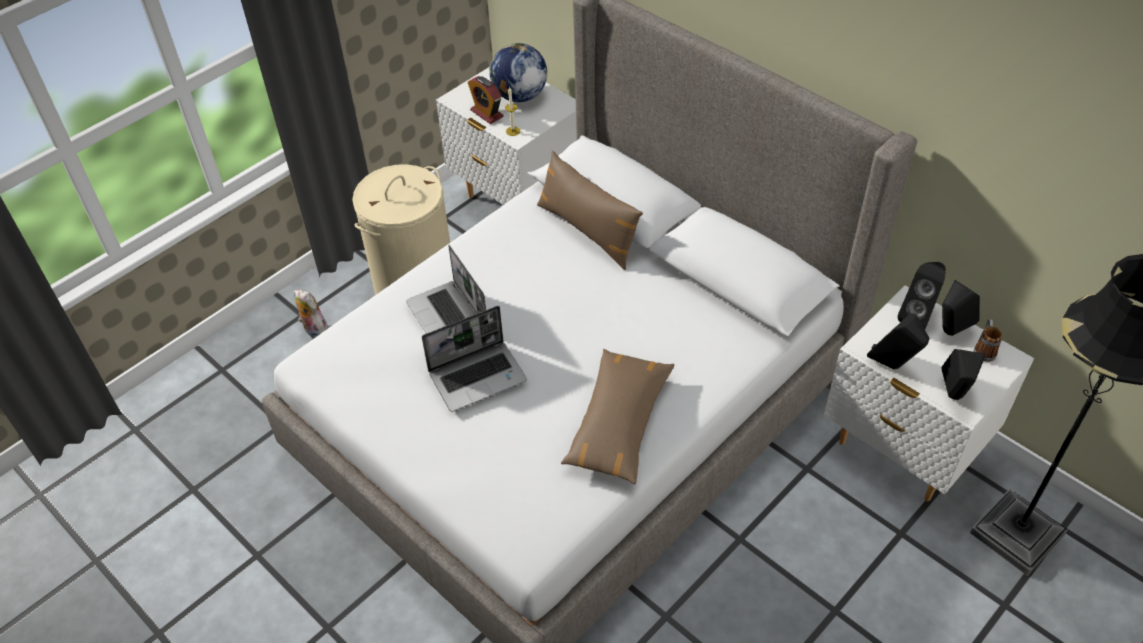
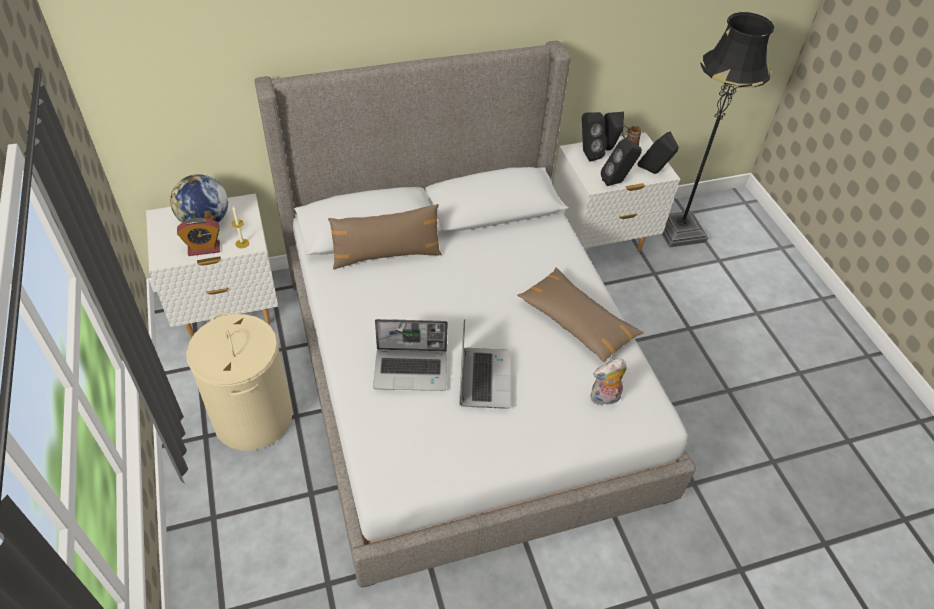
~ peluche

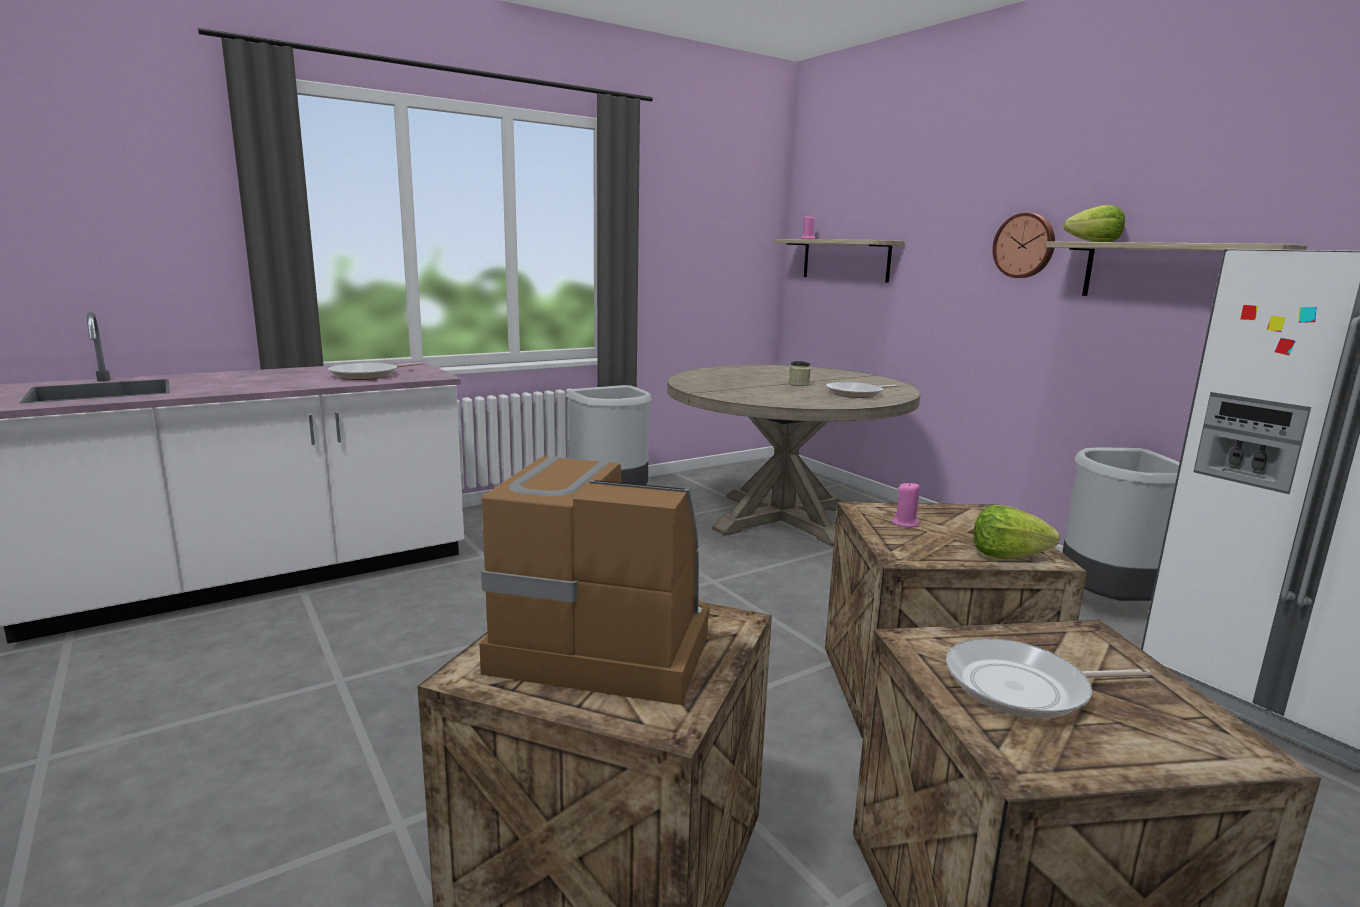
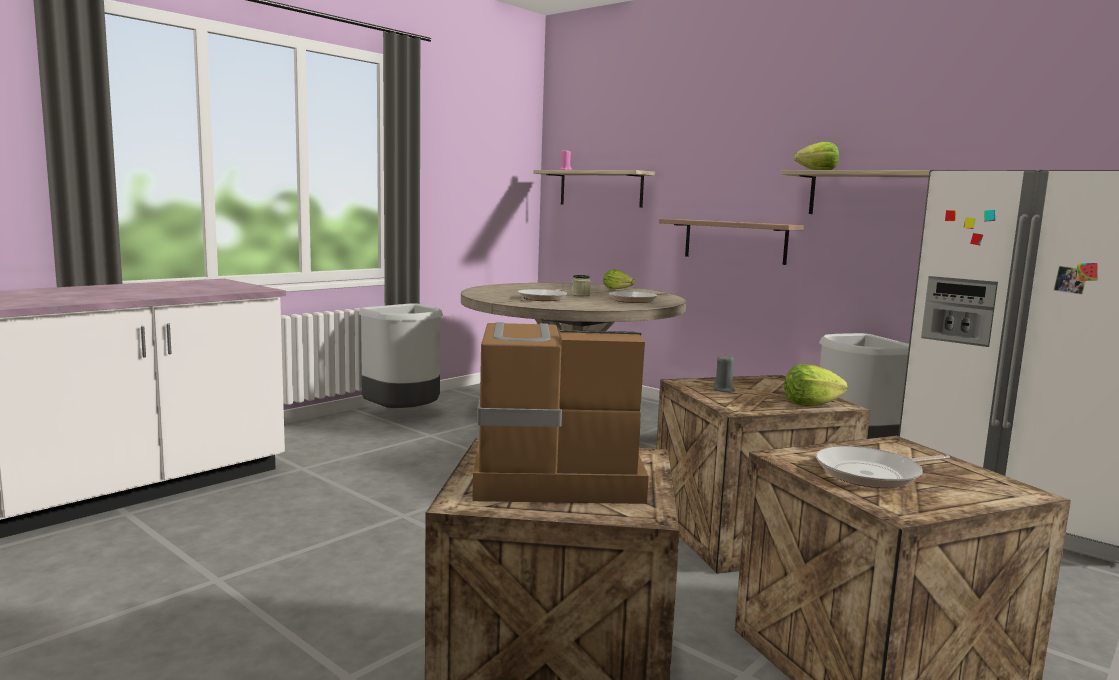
- horloge murale
+ laitue (1st from left)
+ étagère (2nd from left)
~ poêle (1st from left)
~ bougie (rose) (2nd from left) to bougie (gris)

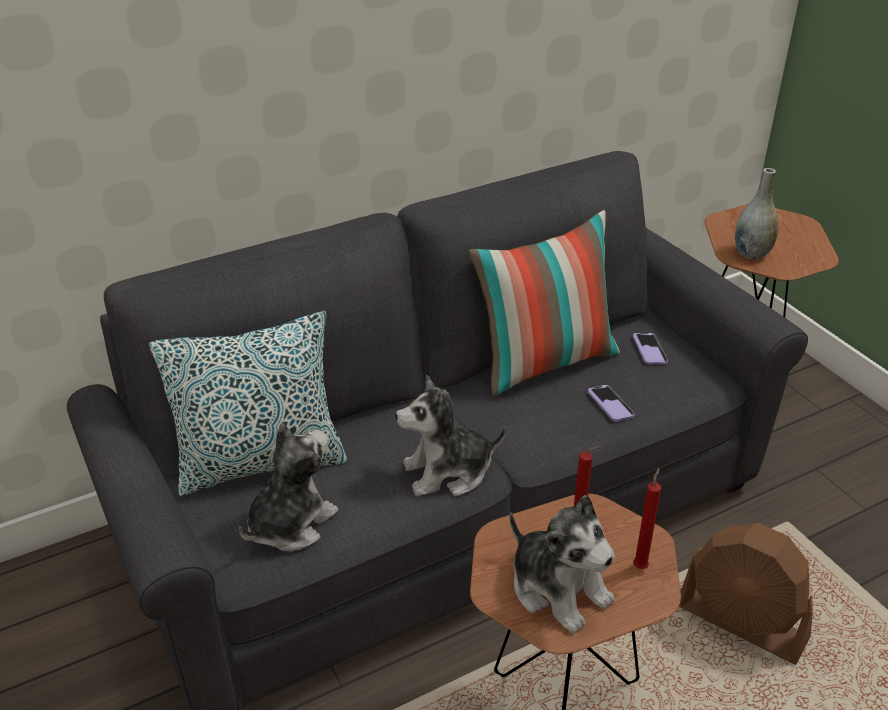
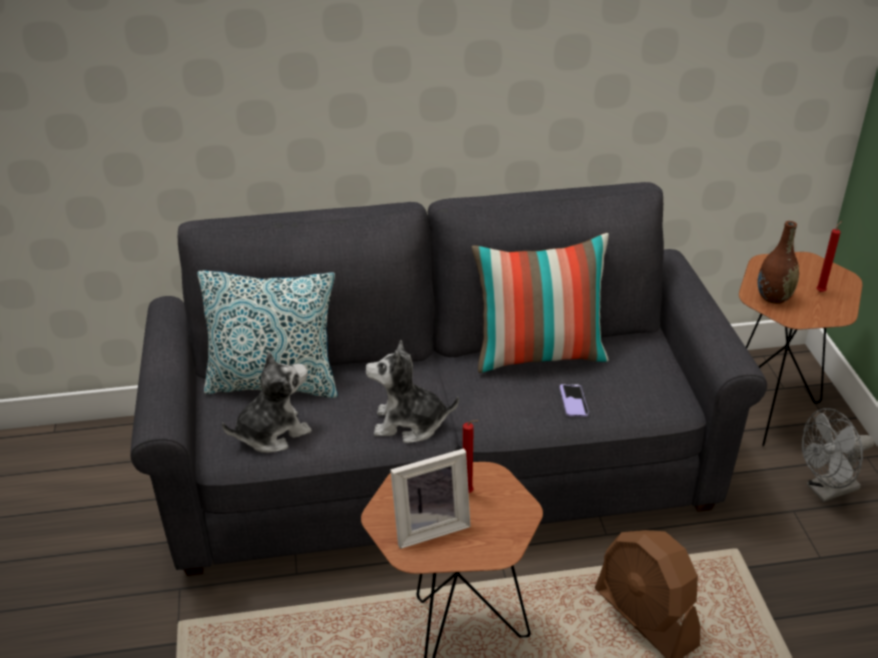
- téléphone (2nd from left)
+ ventilateur (gris)
~ bougie (rouge) (2nd from left)
~ peluche (3rd from left) to cadre photo
~ vase (gris) to vase (marron)

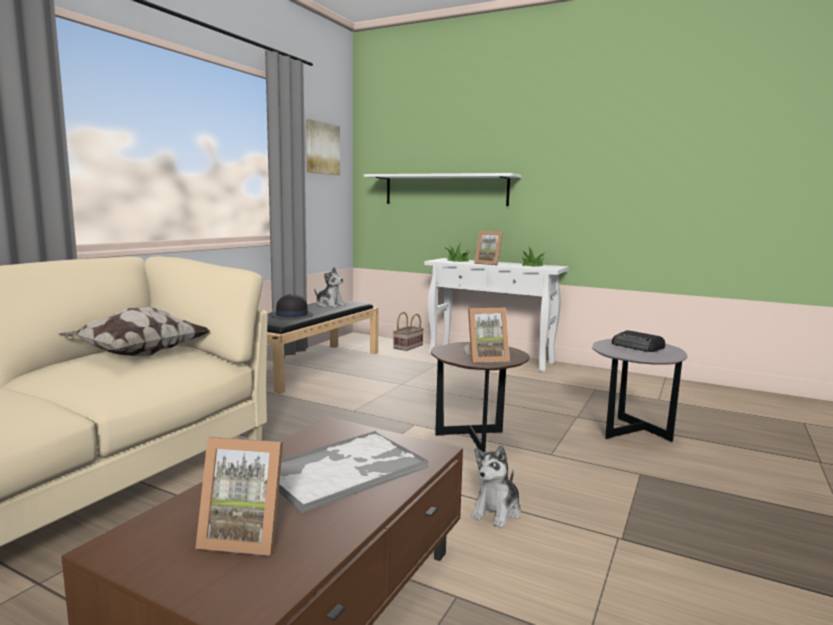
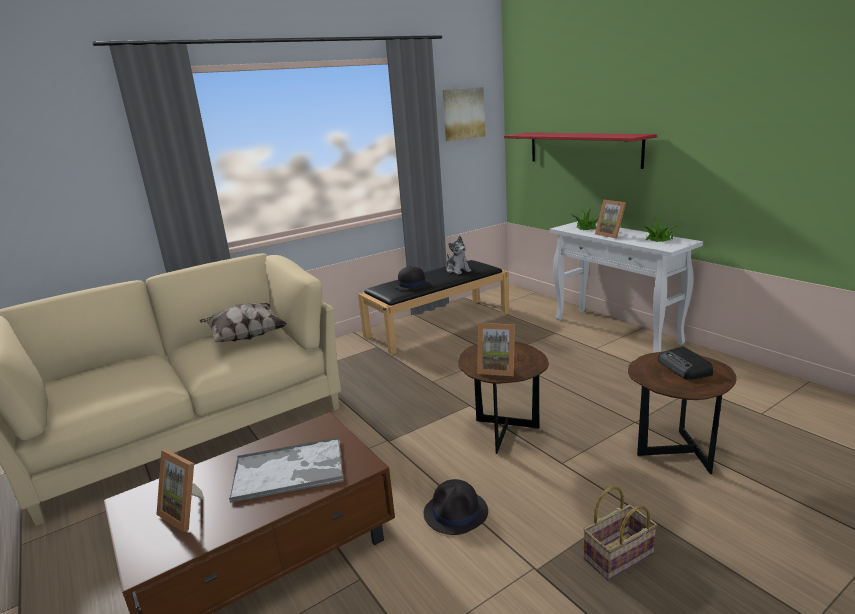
~ panier
~ peluche (2nd from left) to chapeau (noir) (2nd from left)
~ étagère (blanc) to étagère (rouge)
~ table d'appoint (gris) to table d'appoint (marron) (2nd from left)

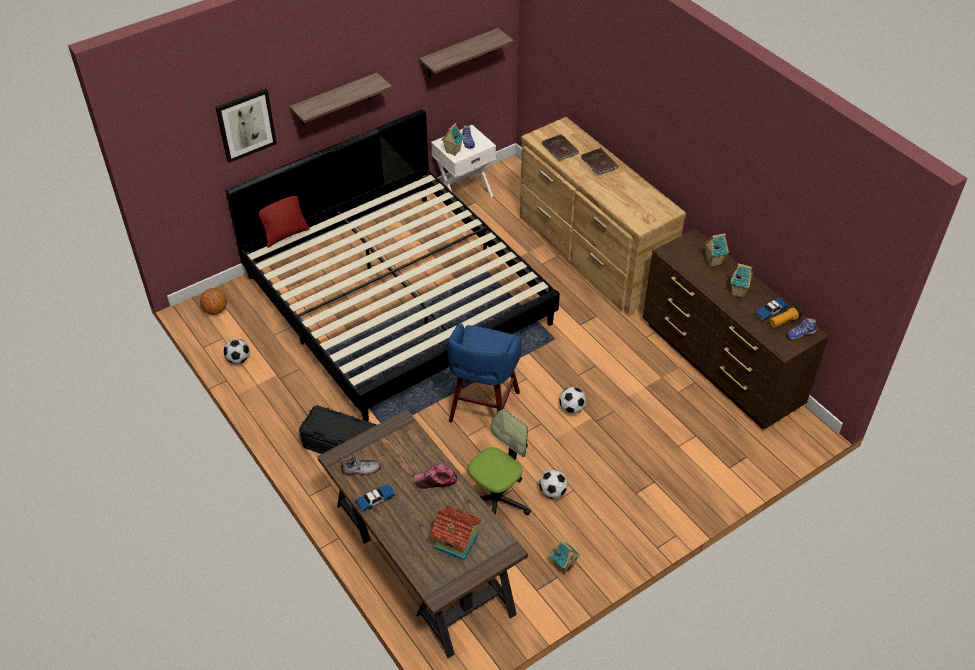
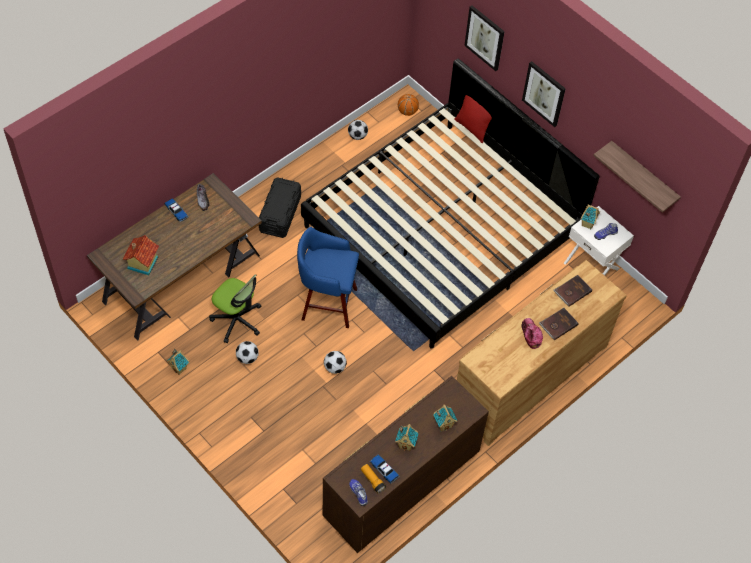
~ casquette
~ étagère (1st from left) to tableau (2nd from left)

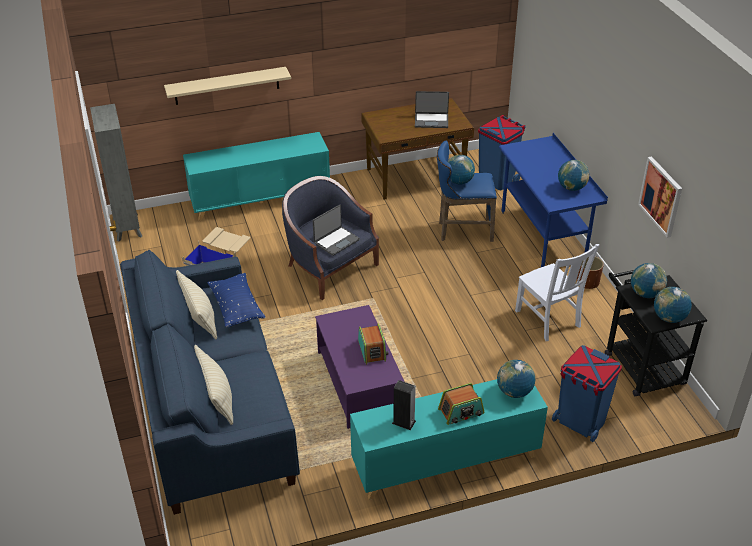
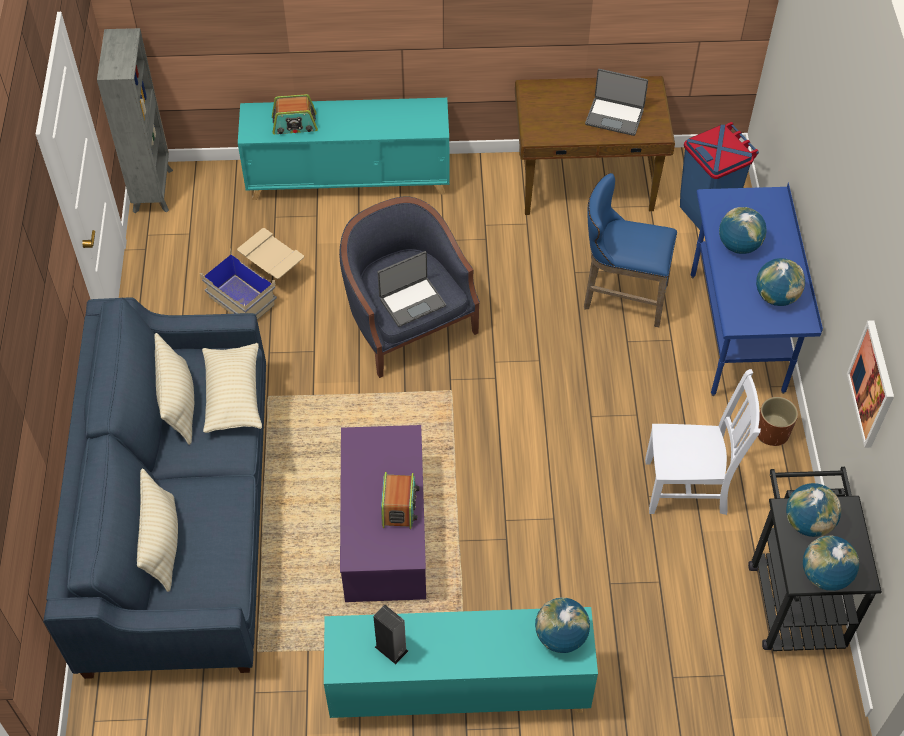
- étagère (beige)
- poubelle (bleu) (2nd from left)
~ radio (2nd from left in the first image) to radio (1st from left)
~ globe (1st from left in the first image) to globe (2nd from left)
~ coussin (bleu) to coussin (beige) (3rd from left)
~ chaise (blanc) 75 degrees counterclockwise

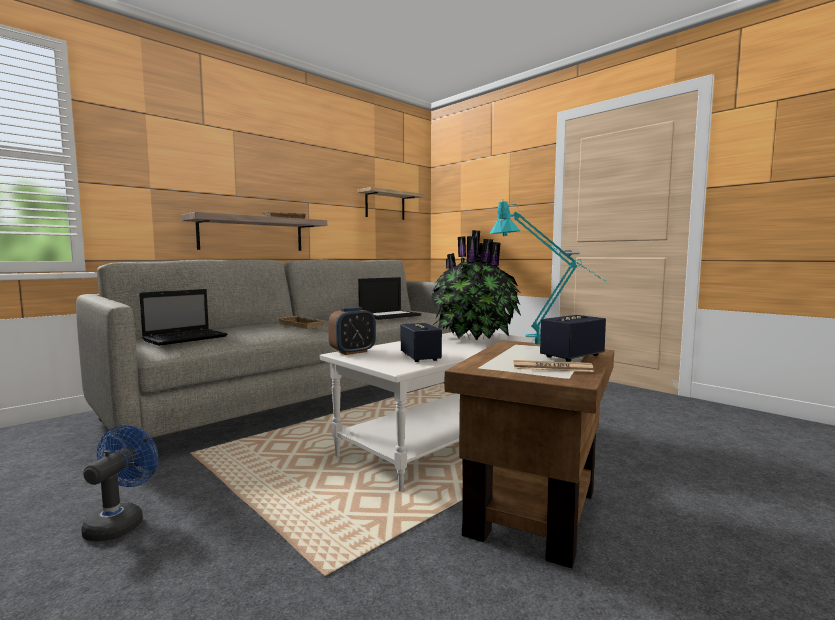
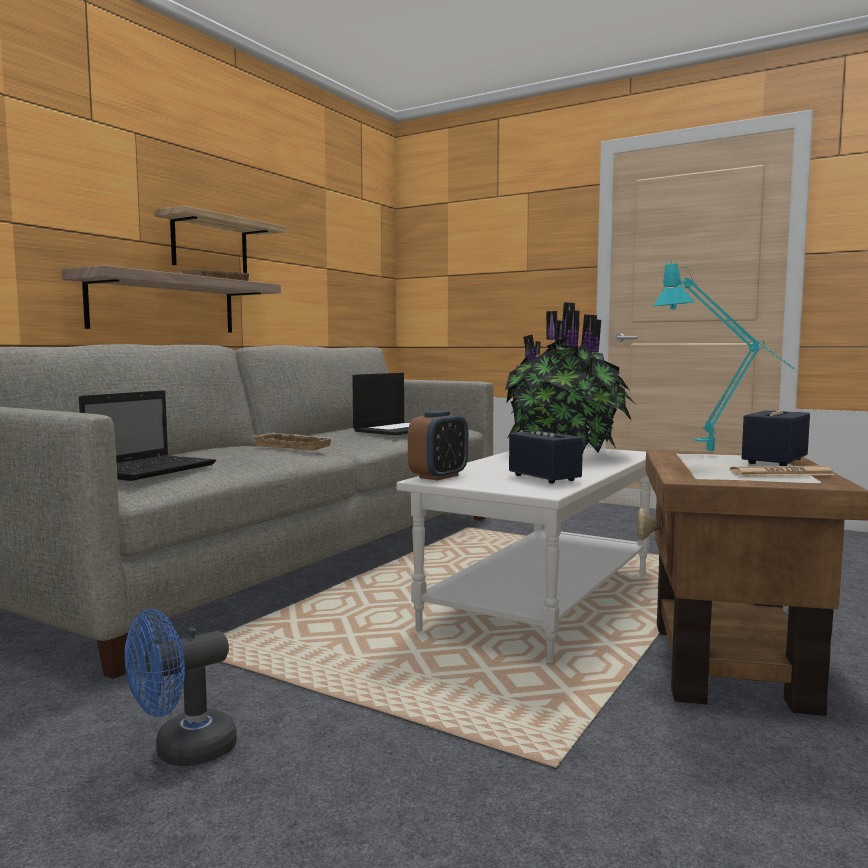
~ étagère (2nd from left)
~ ventilateur (bleu) 120 degrees counterclockwise

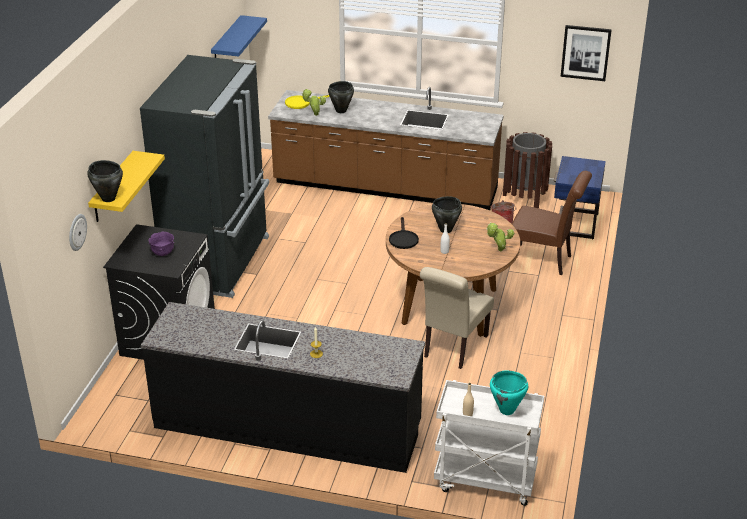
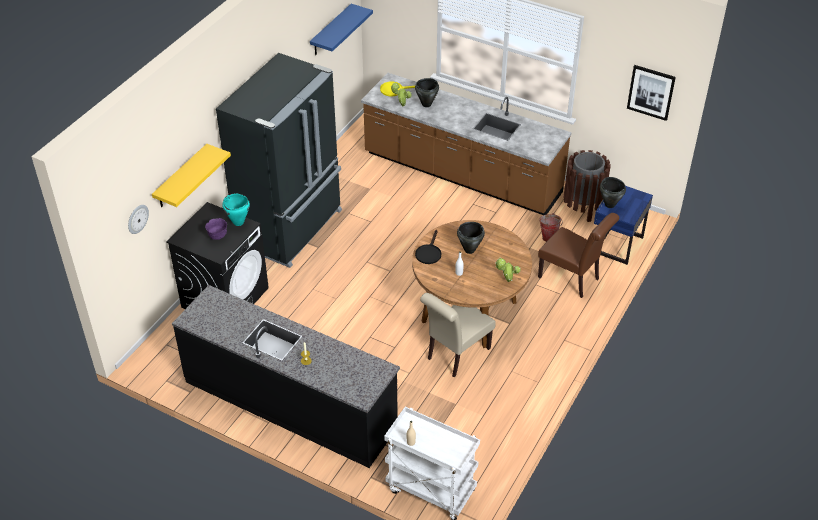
~ marmite (noir) (1st from left in the first image) to marmite (noir) (3rd from left)
~ marmite (turquoise)

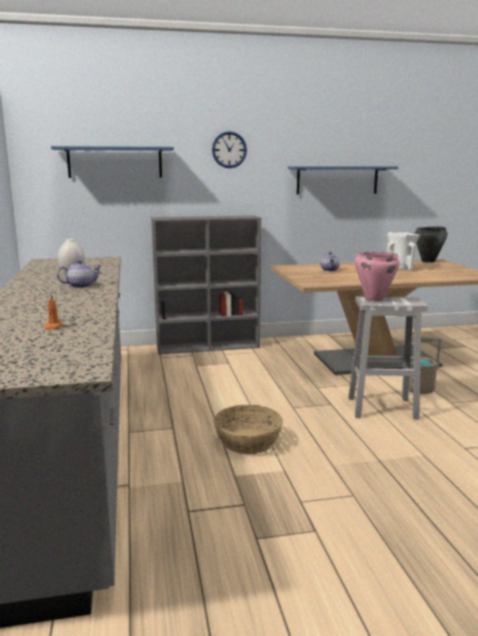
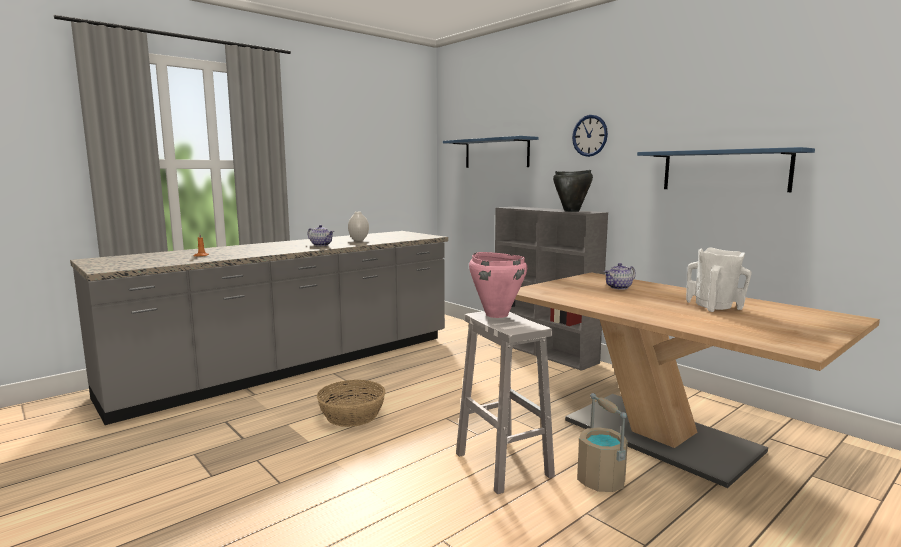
~ marmite (noir)

